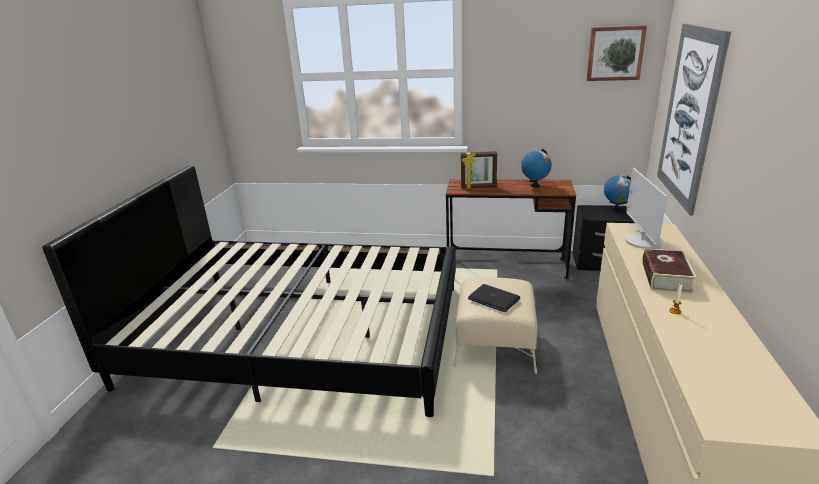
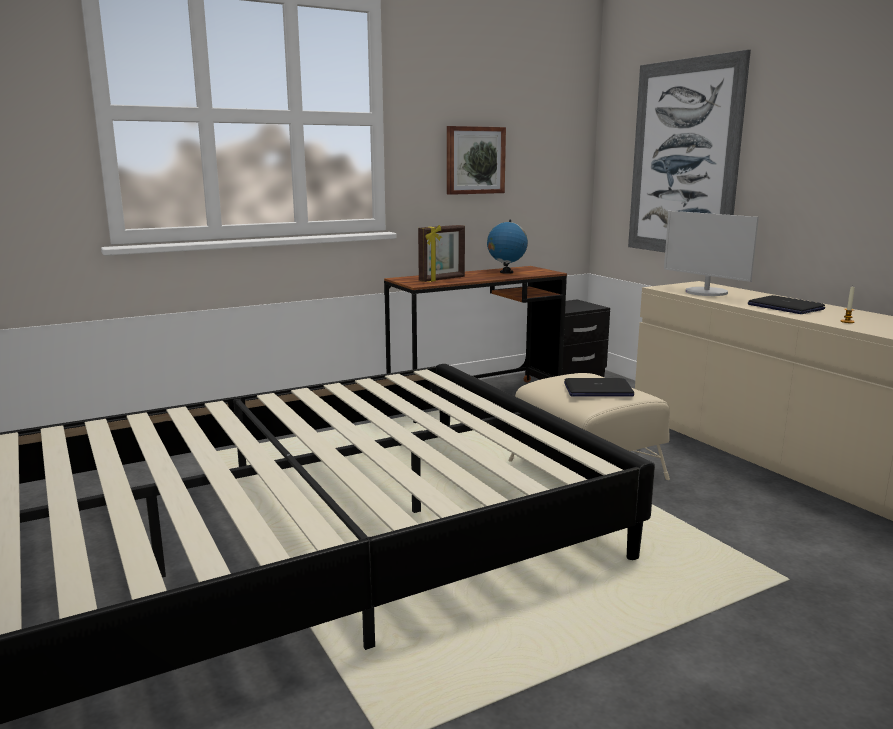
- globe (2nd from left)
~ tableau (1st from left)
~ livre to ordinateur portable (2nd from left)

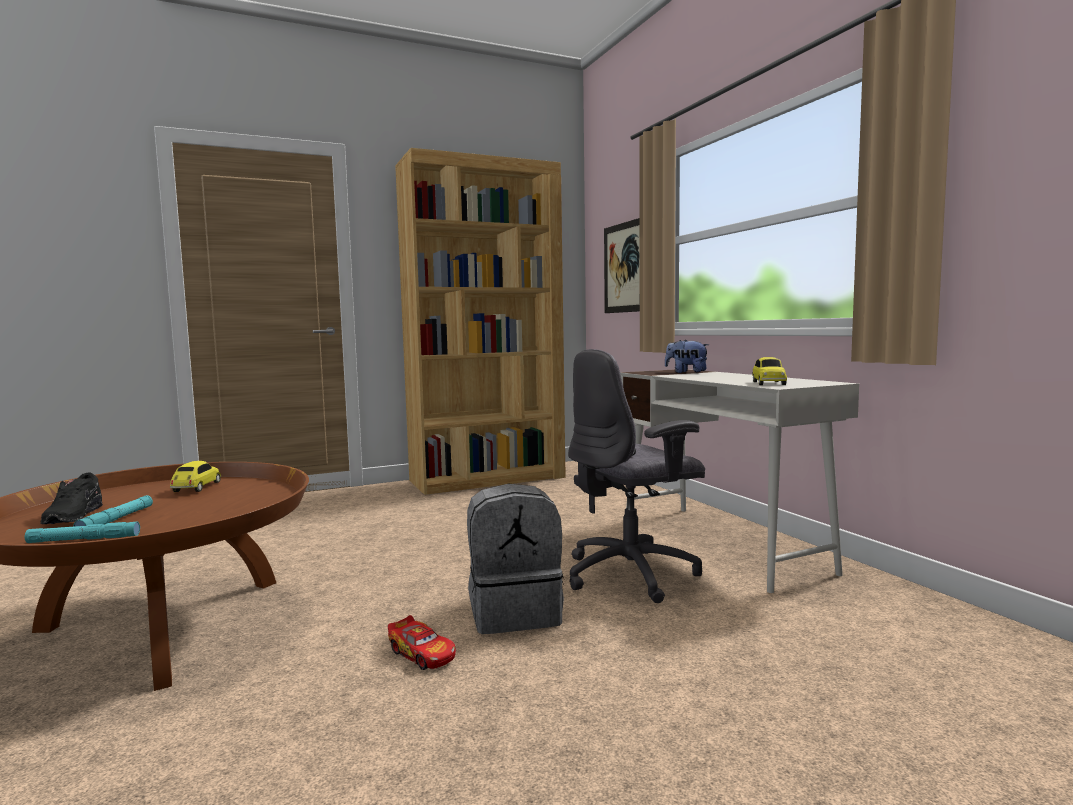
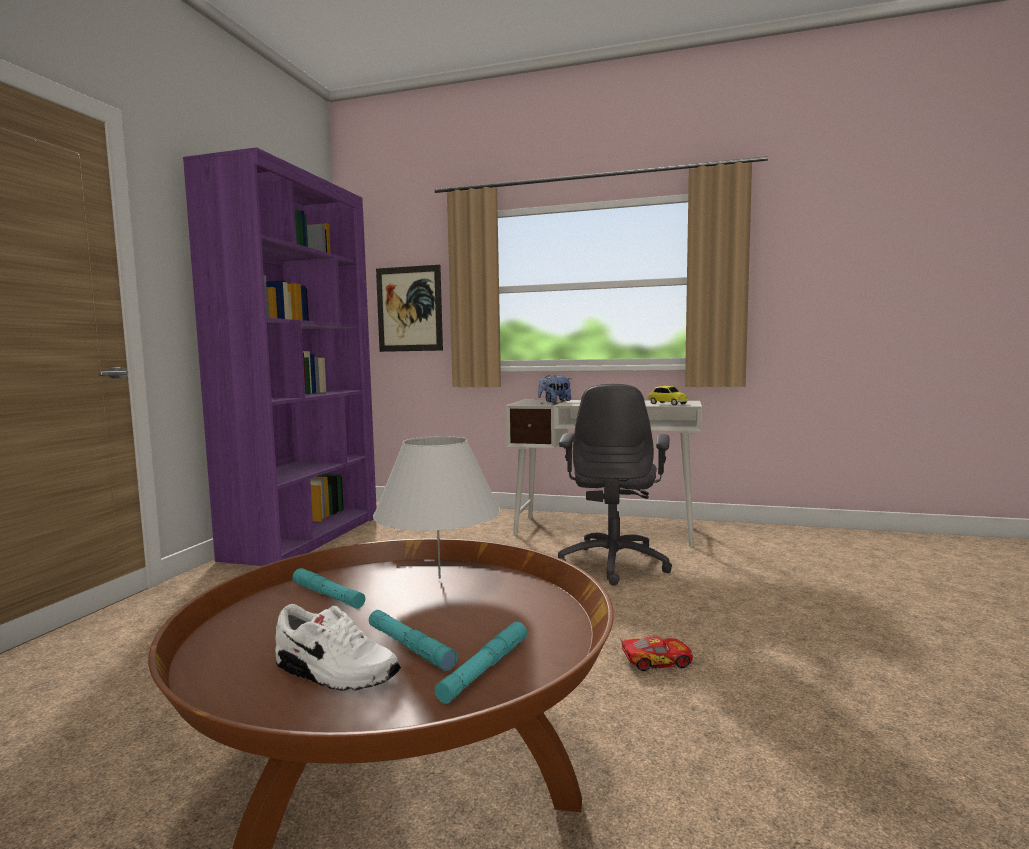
- sac à dos (gris)
+ lampe de table (blanc)
~ petite voiture (1st from left) to lampe de poche (turquoise) (1st from left)
~ chaussure (noir) to chaussure (blanc)
~ bibliothèque (marron) to bibliothèque (violet)

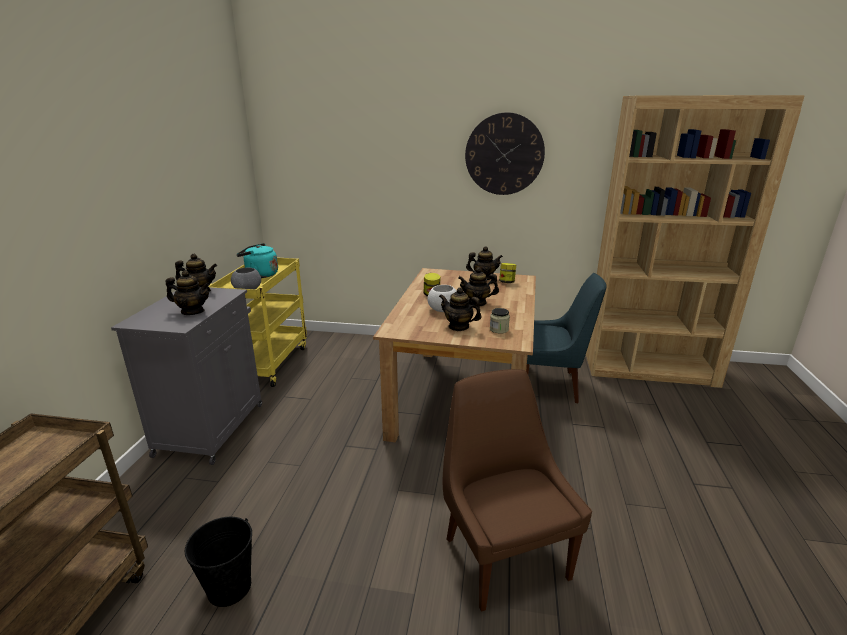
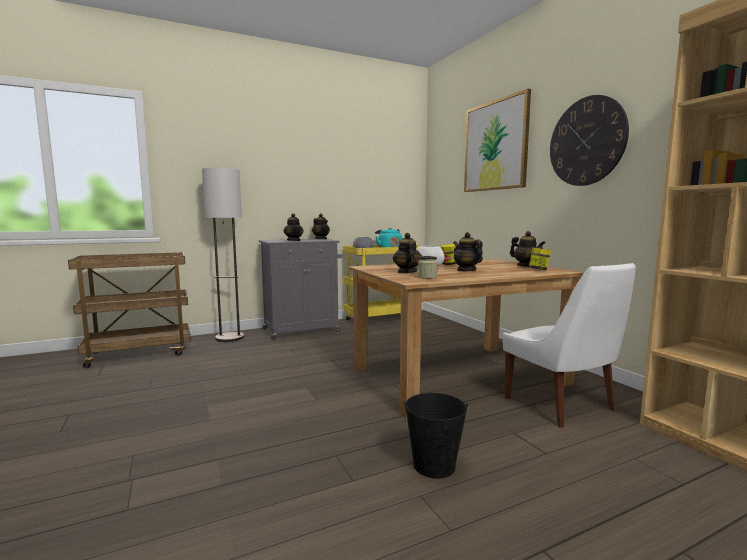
- chaise (marron)
+ lampadaire
+ tableau
~ seau (noir)
~ chaise (bleu) to chaise (blanc)

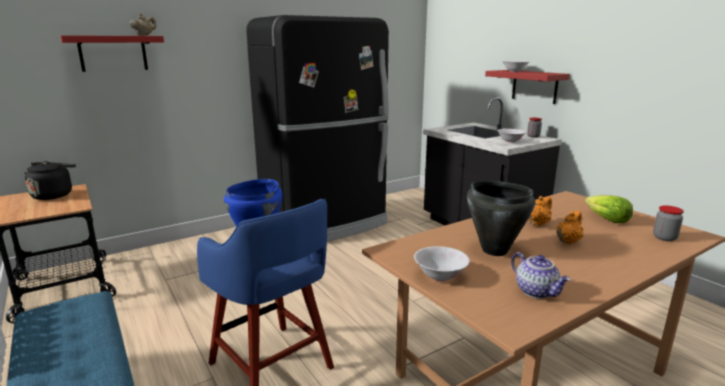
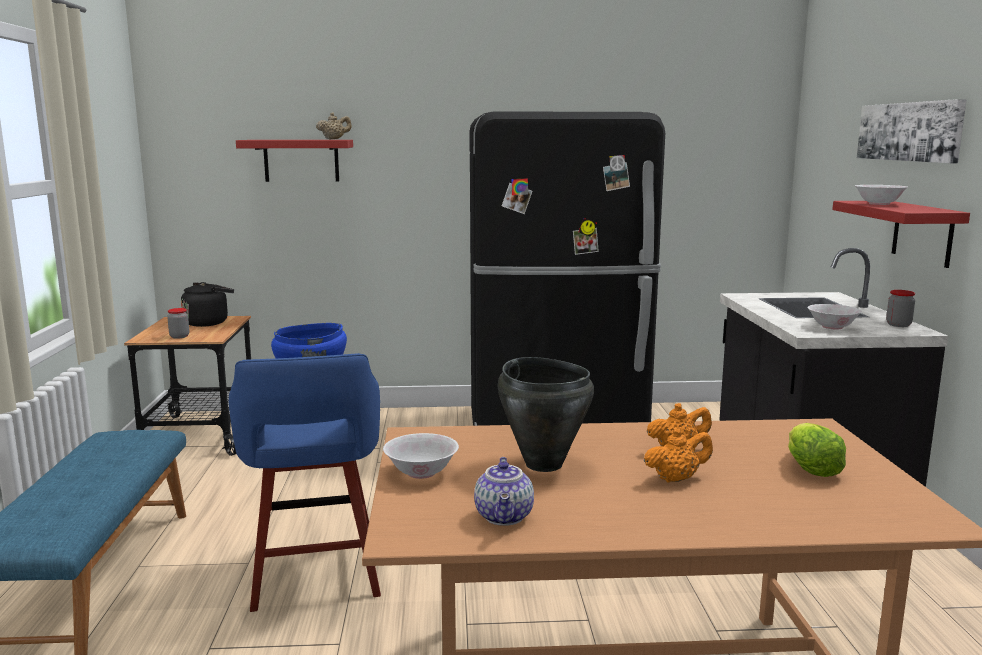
+ tableau
~ bocal (2nd from left in the first image) to bocal (1st from left)

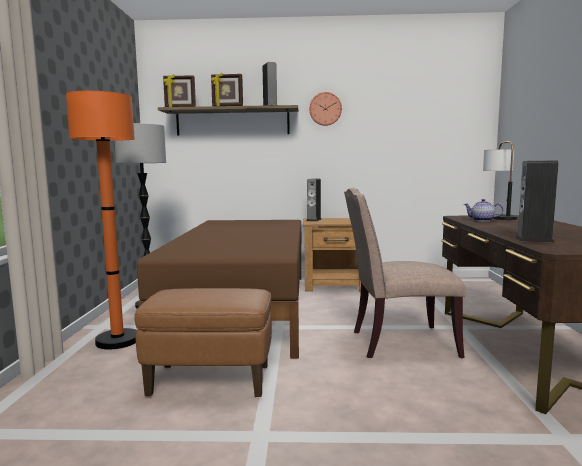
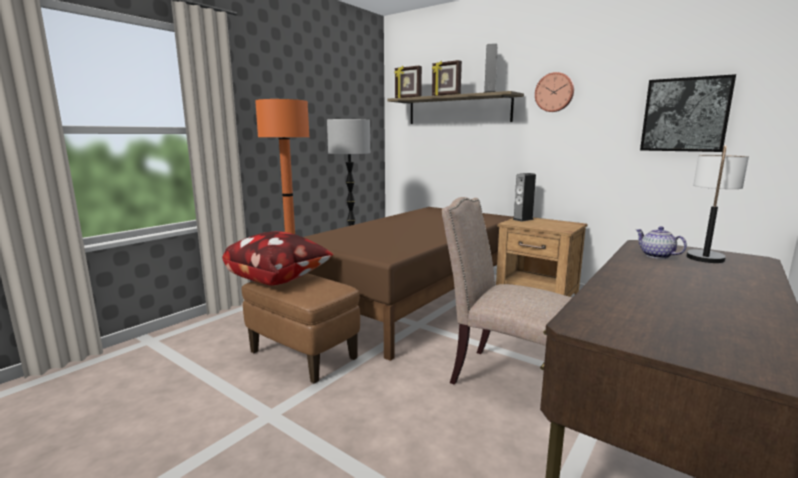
- enceinte (3rd from left)
+ coussin
+ tableau

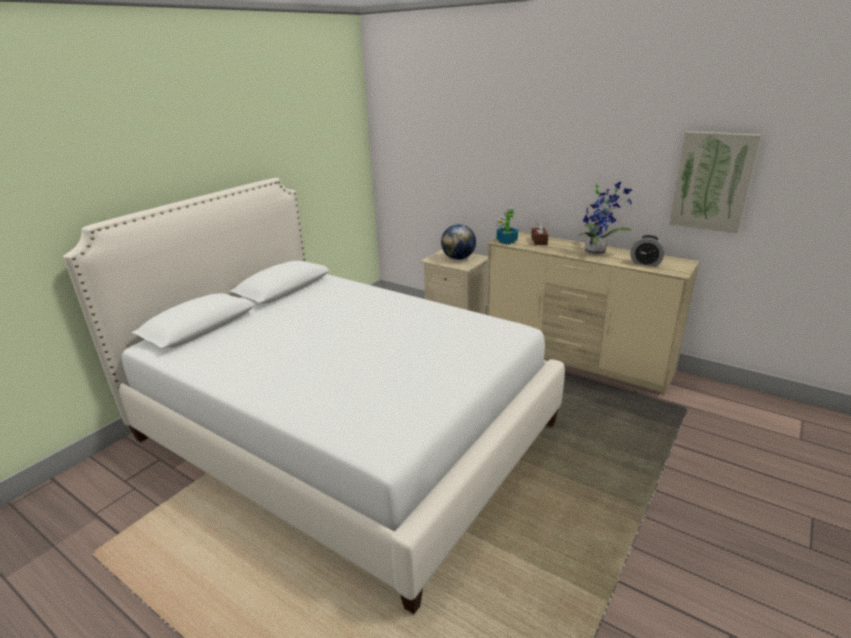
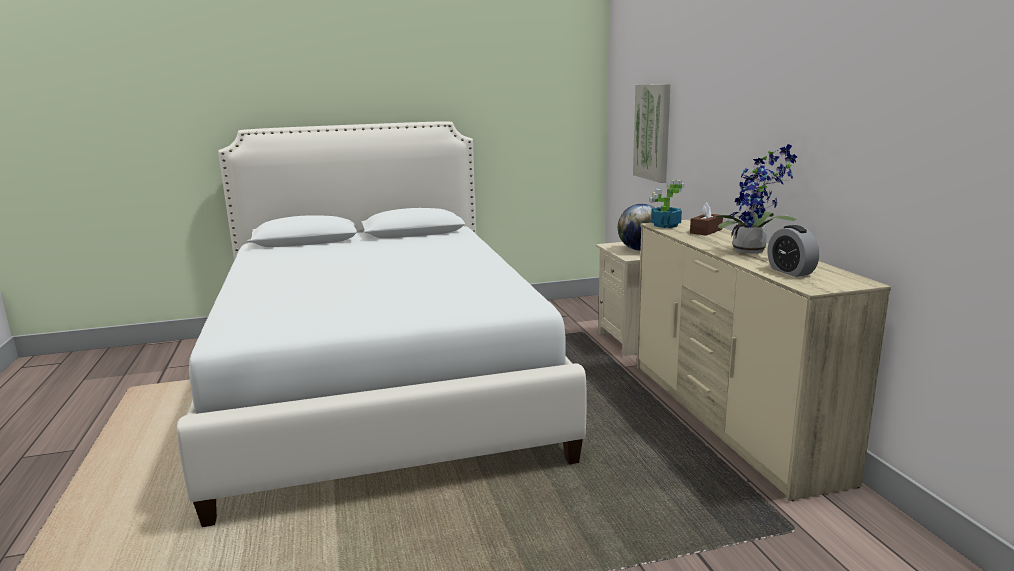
~ tableau

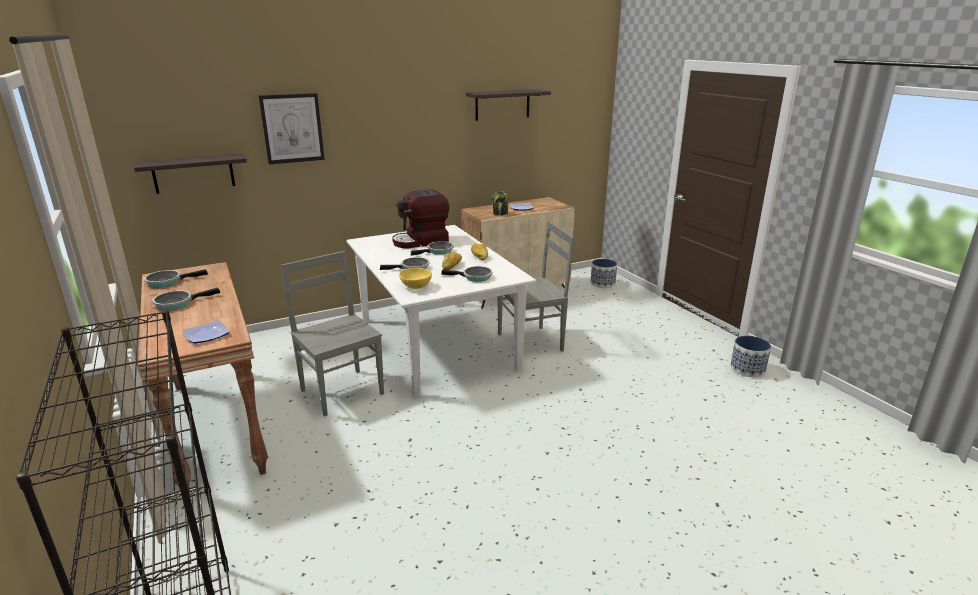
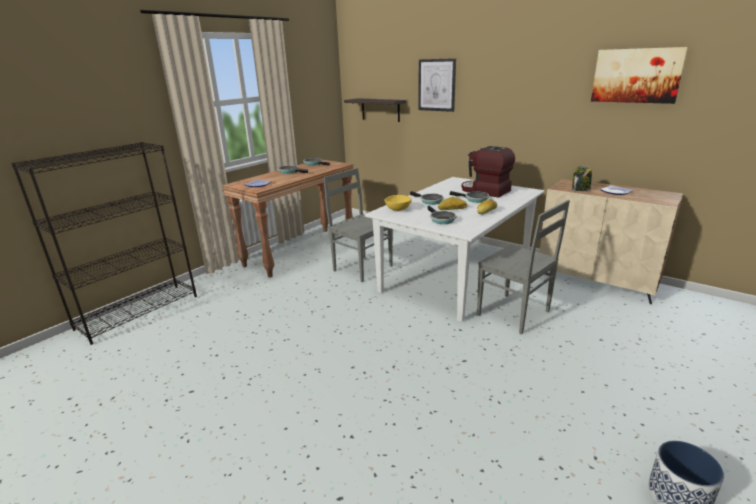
- cache-pot (1st from left)
~ étagère (2nd from left) to tableau (2nd from left)
~ chaise (gris) (1st from left) 75 degrees counterclockwise

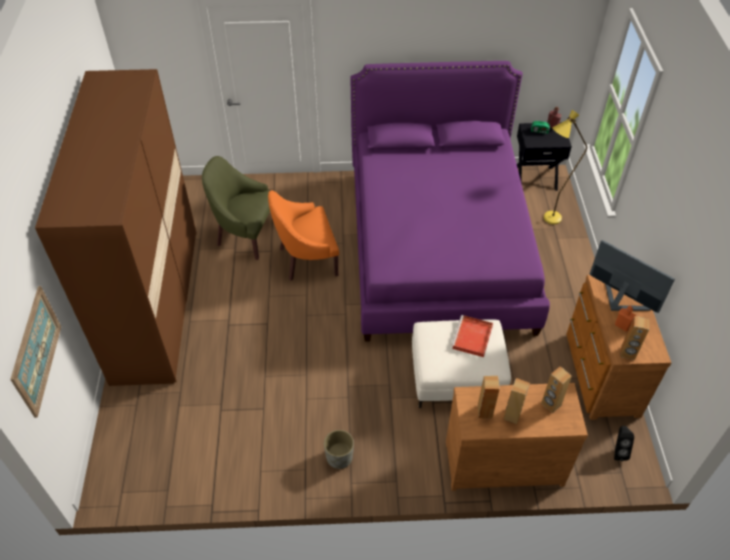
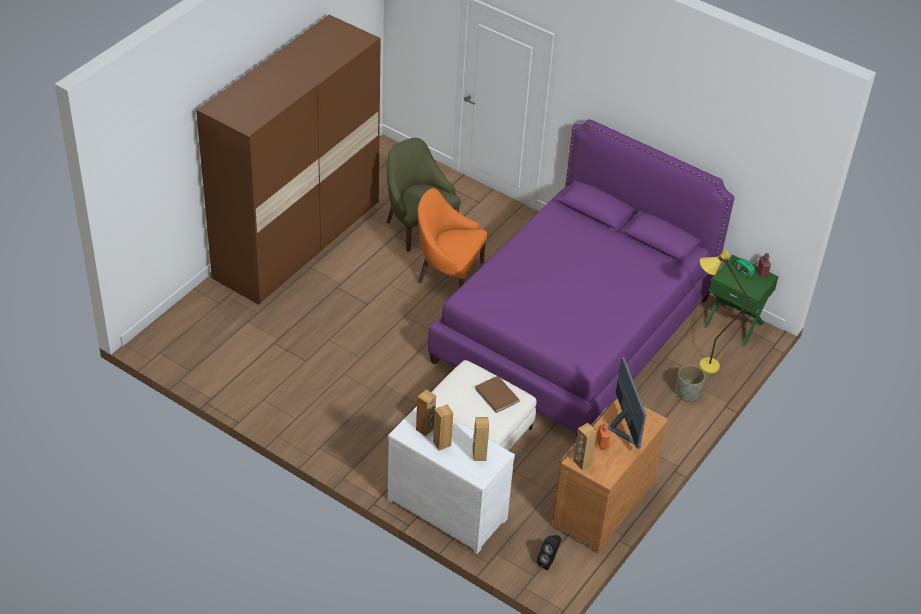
- tableau
~ cache-pot (gris)
~ plateau (rouge) to livre (marron)
~ commode (marron) (1st from left) to commode (blanc)
~ table de chevet (noir) to table de chevet (vert)

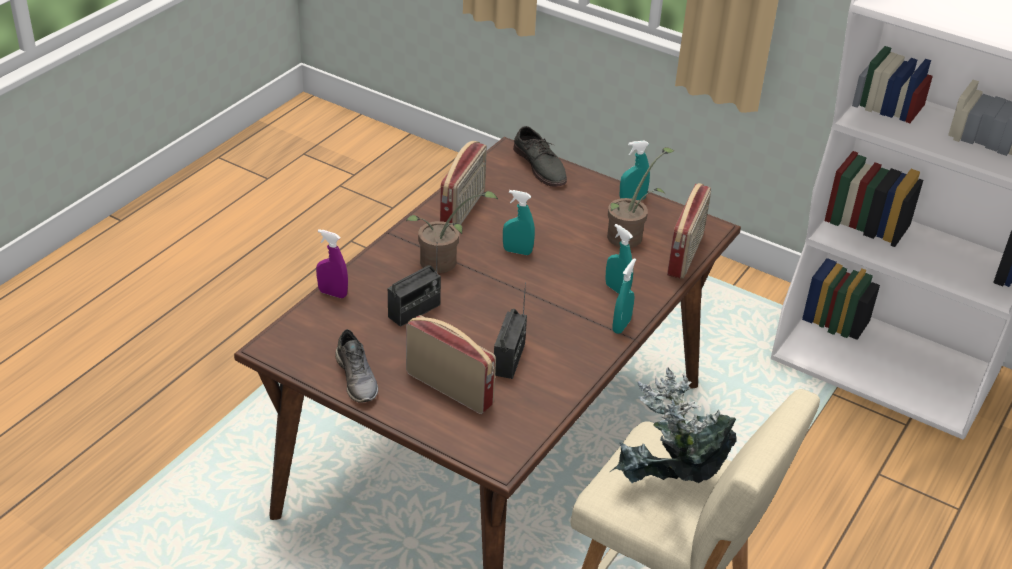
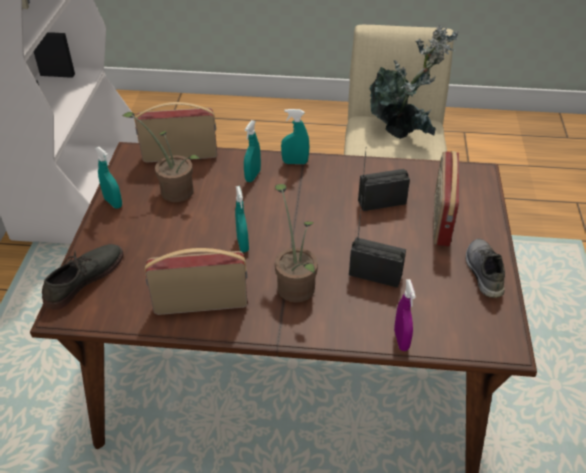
~ chaussure (gris) (1st from left in the first image) 45 degrees counterclockwise

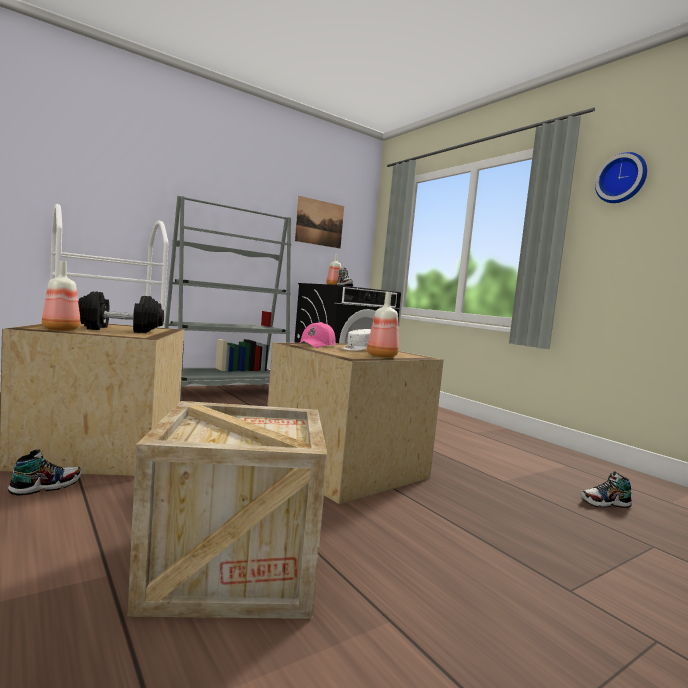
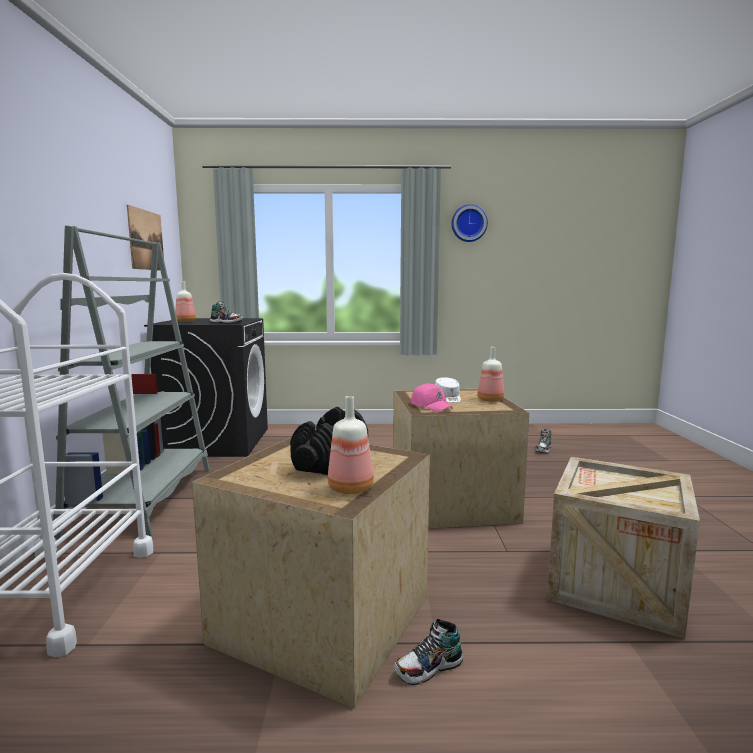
~ chaussure (1st from left in the first image) 105 degrees counterclockwise

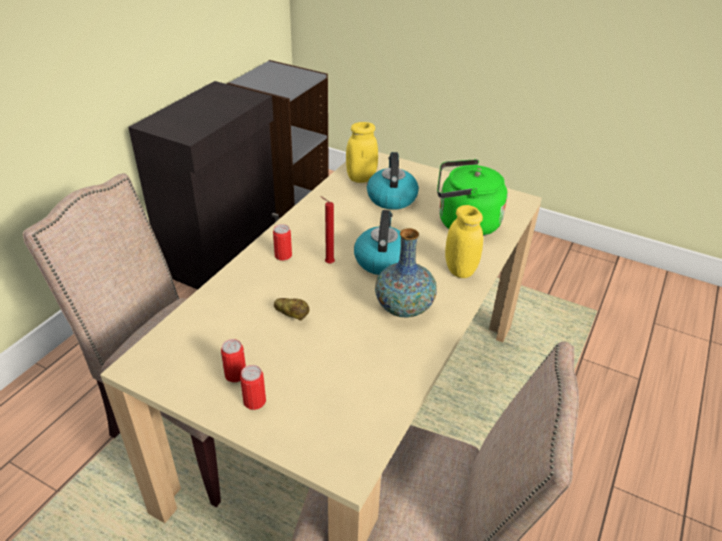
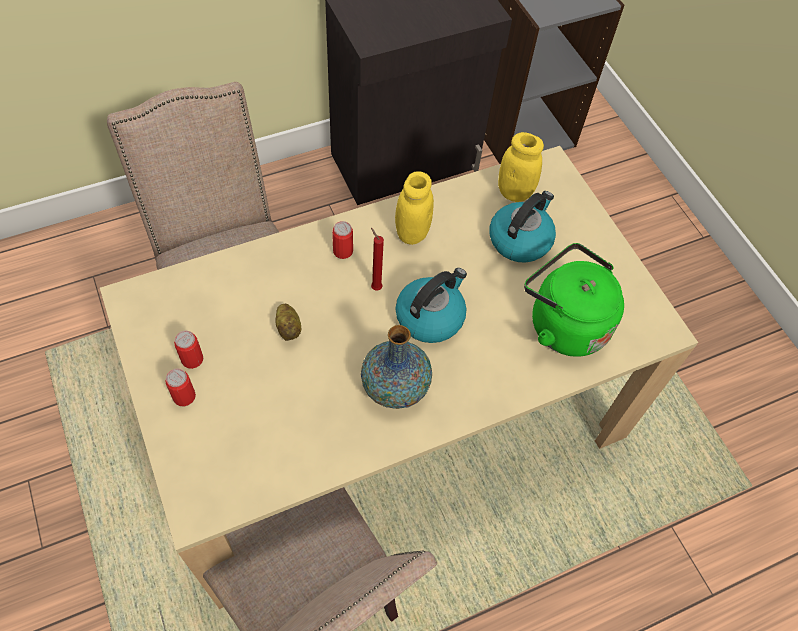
~ bocal (jaune) (2nd from left in the first image) to bocal (jaune) (1st from left)

